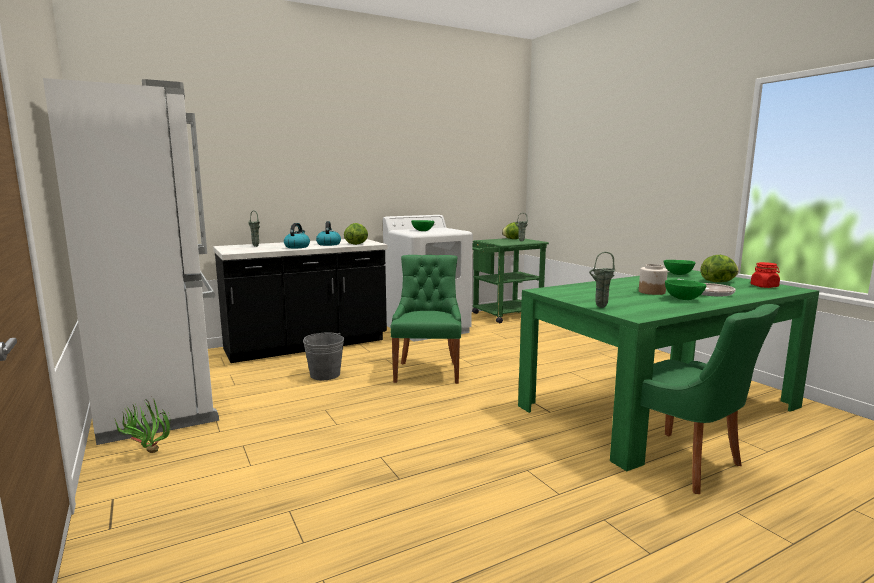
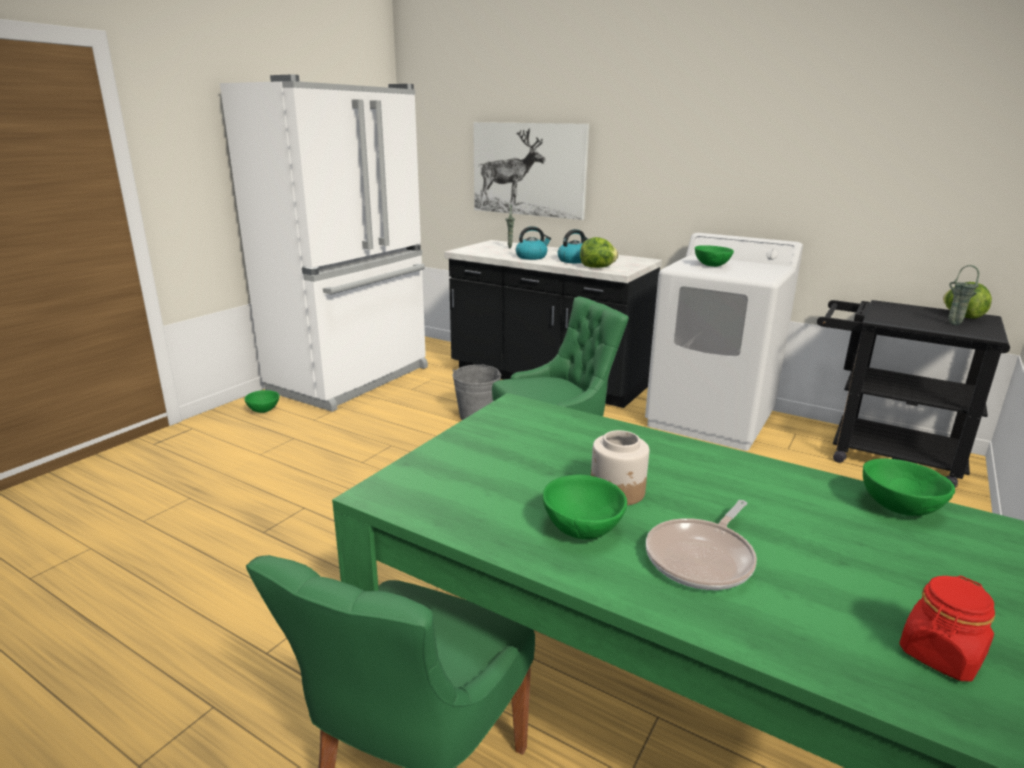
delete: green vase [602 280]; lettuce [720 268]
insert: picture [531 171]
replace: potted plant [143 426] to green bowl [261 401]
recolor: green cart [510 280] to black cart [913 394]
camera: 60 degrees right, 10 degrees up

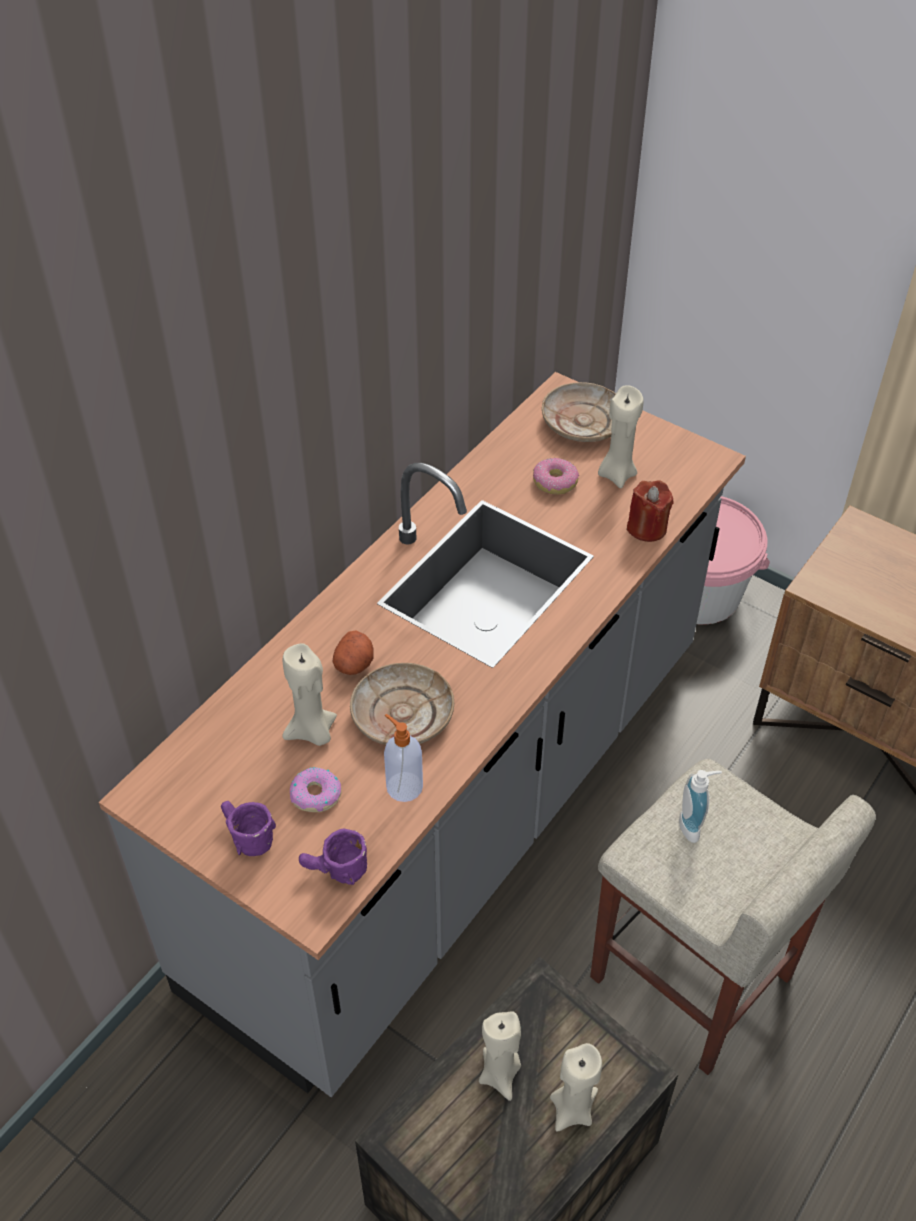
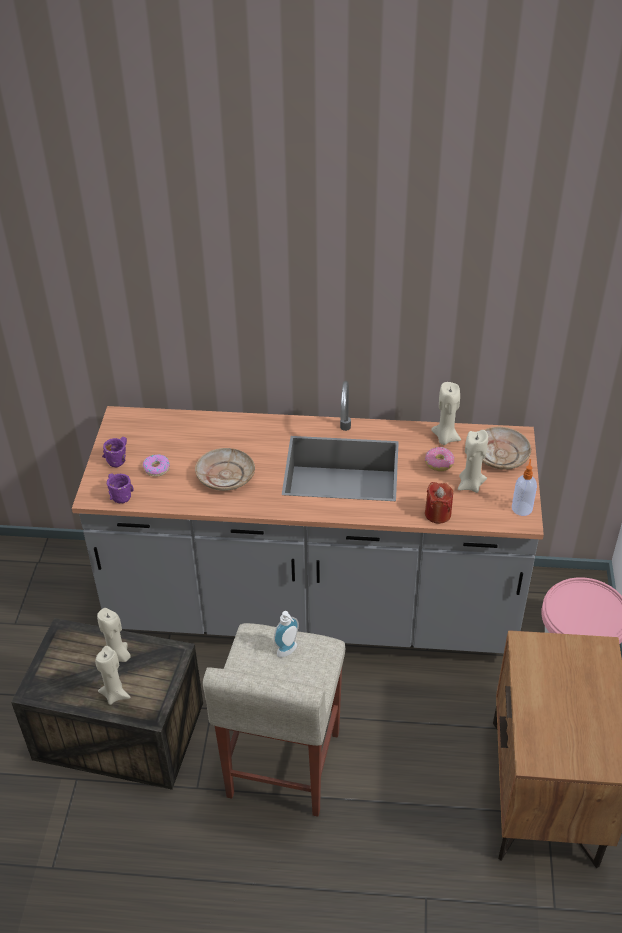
delete: potato [352 653]
move: beige candle [310 694] to [446 413]; soap dispenser [403 758] to [524 487]
camera: 60 degrees right, 5 degrees down

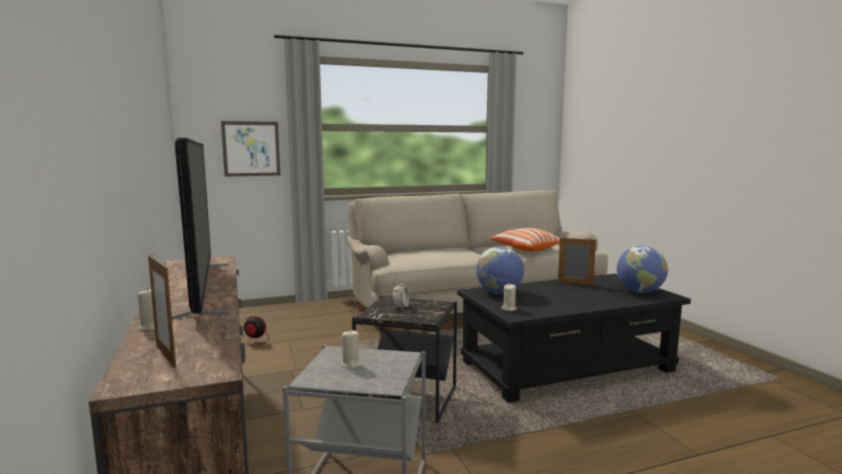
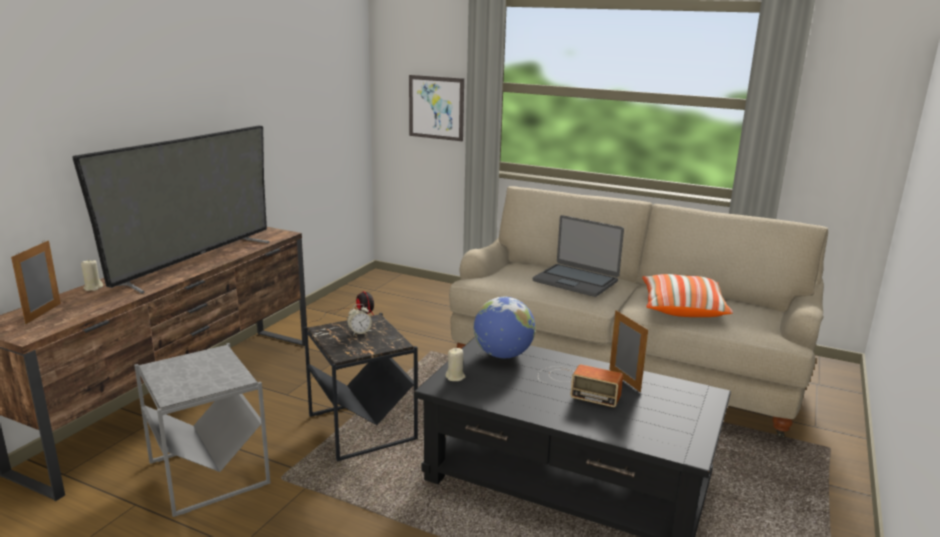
delete: beige candle [351 348]; globe [642 269]
insert: laptop [578 256]; radio [580 385]
camera: 45 degrees right, 10 degrees up

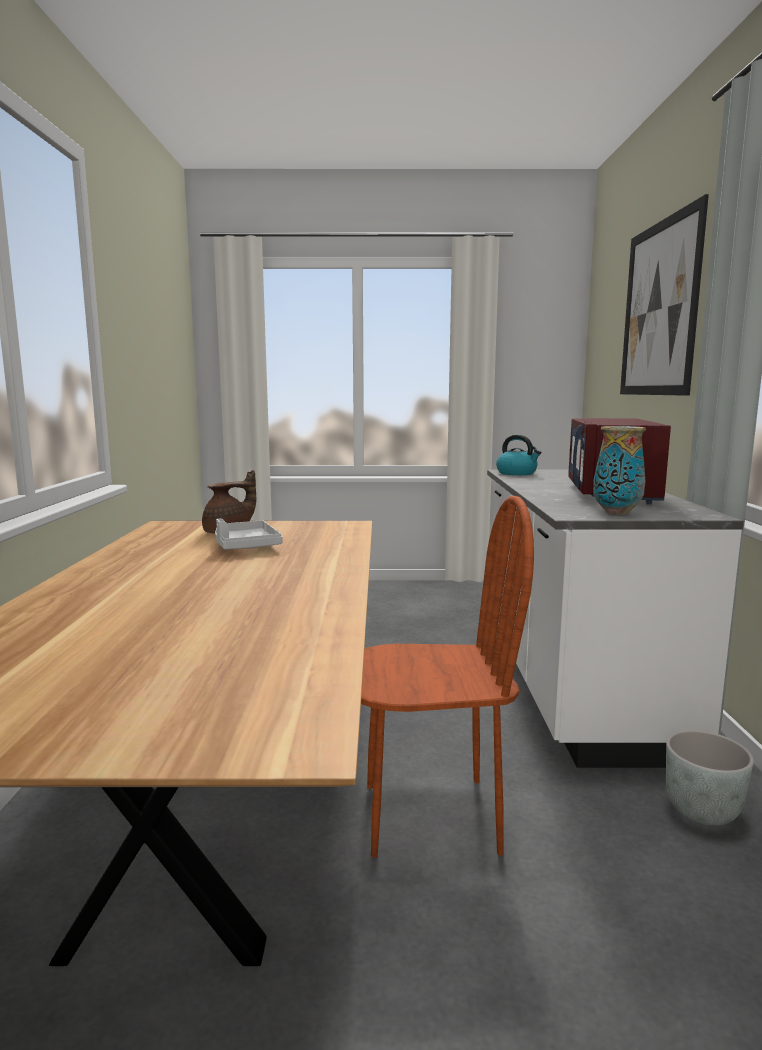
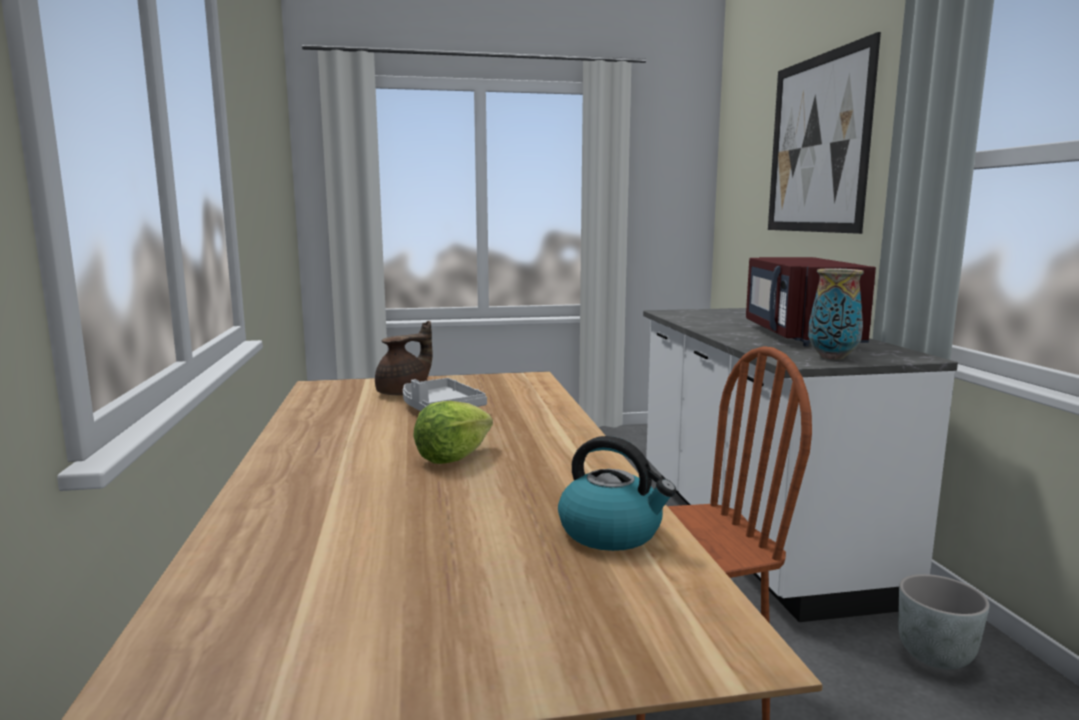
insert: lettuce [453 432]
move: kettle [519 455] to [617 493]
camera: 10 degrees left, 0 degrees up

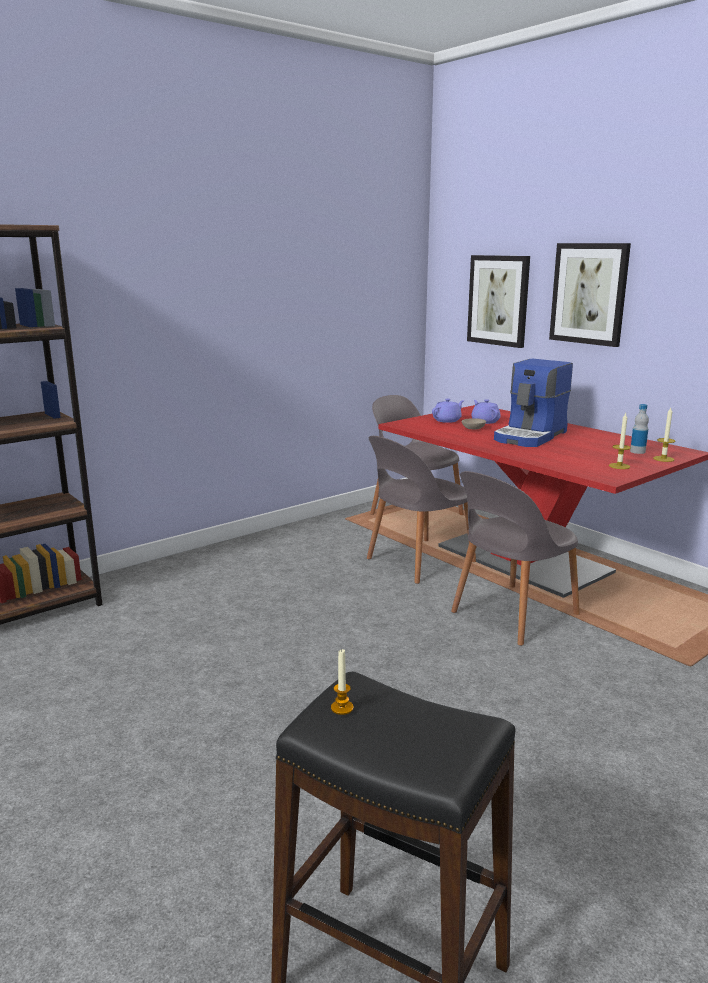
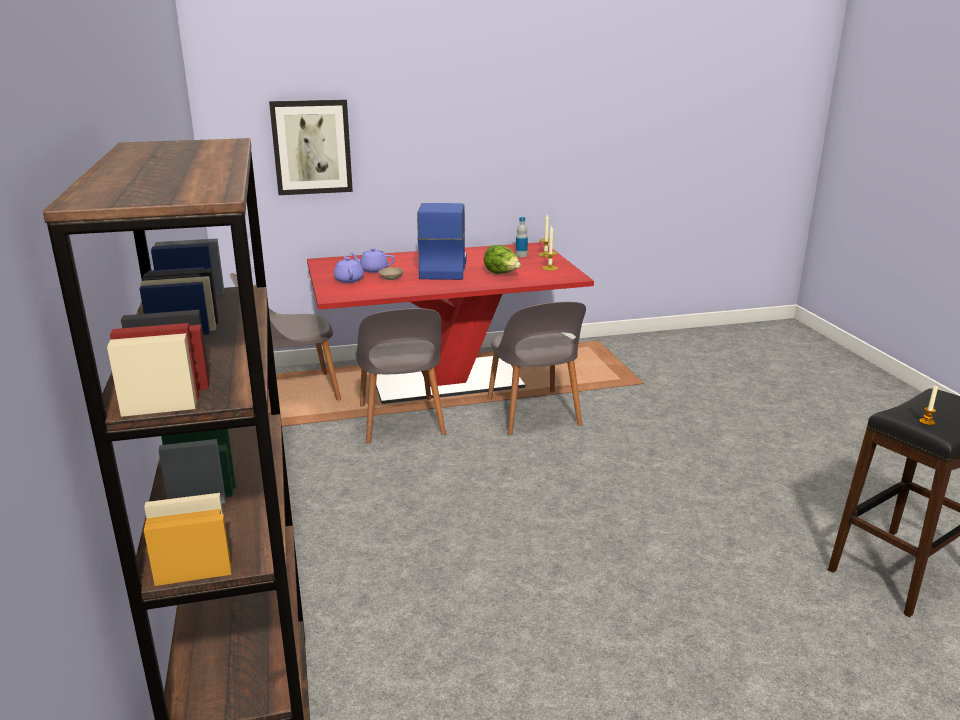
delete: picture [590 295]
insert: lettuce [502 259]
rotate: coffee machine [533 403] = [442 241] 150 degrees counterclockwise
camera: 65 degrees left, 5 degrees up

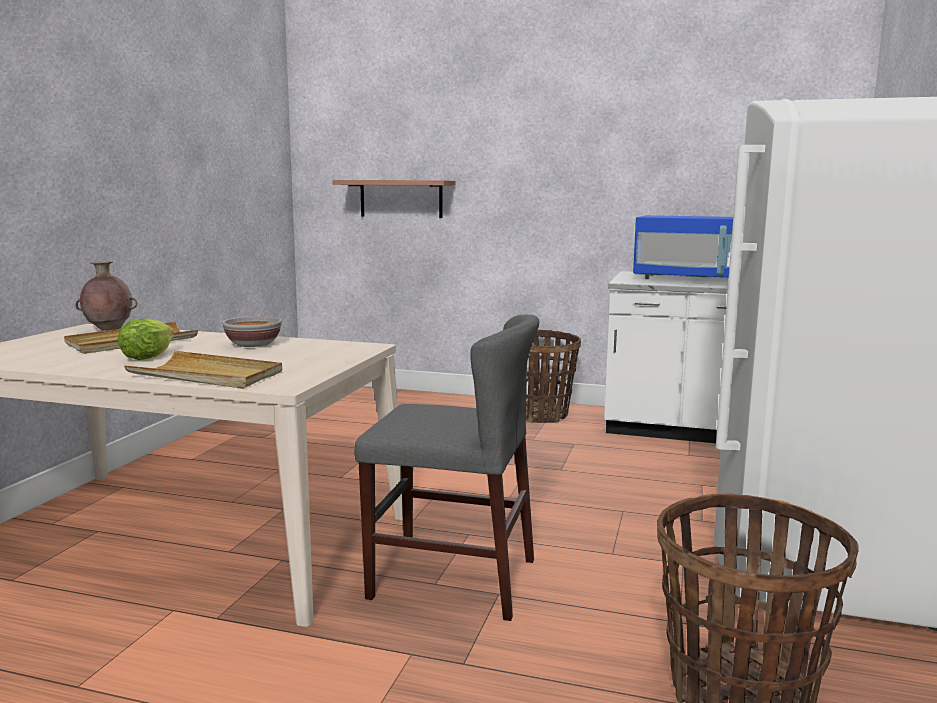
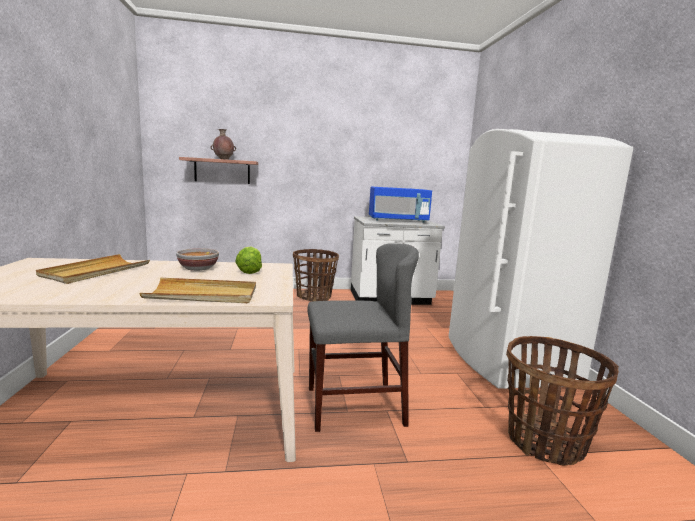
move: brown vase [106 296] to [223 144]; lettuce [146 339] to [248 260]
camera: 25 degrees left, 0 degrees up

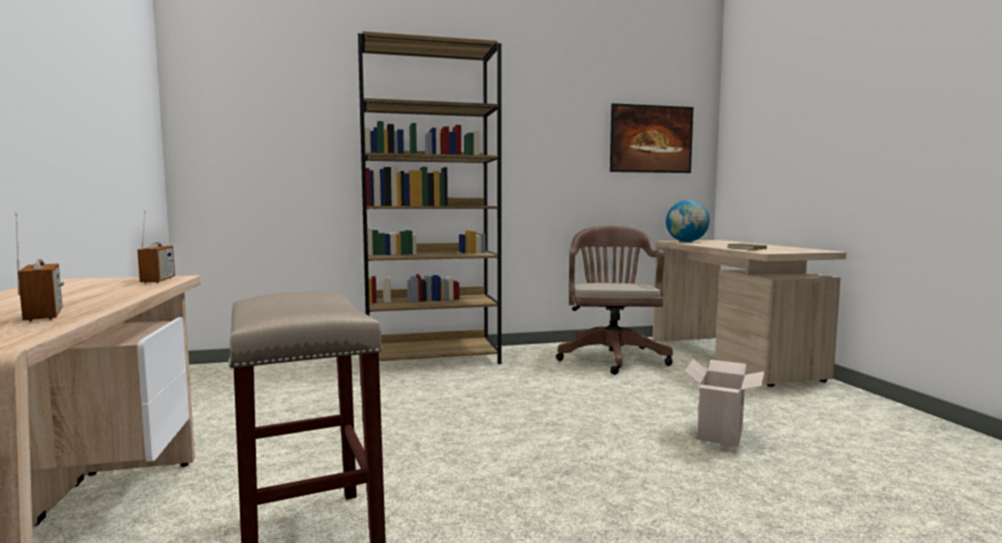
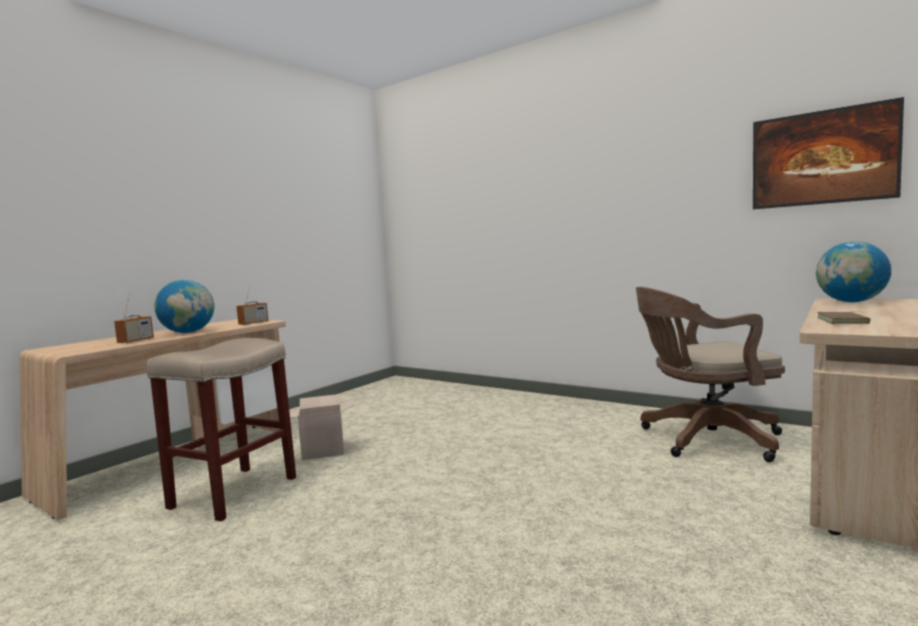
delete: brown bookcase [429 197]
insert: globe [184 306]
move: cardboard box [724 403] to [321 427]
rotate: brown office chair [614 300] = [710 374] 150 degrees counterclockwise
camera: 50 degrees right, 0 degrees up

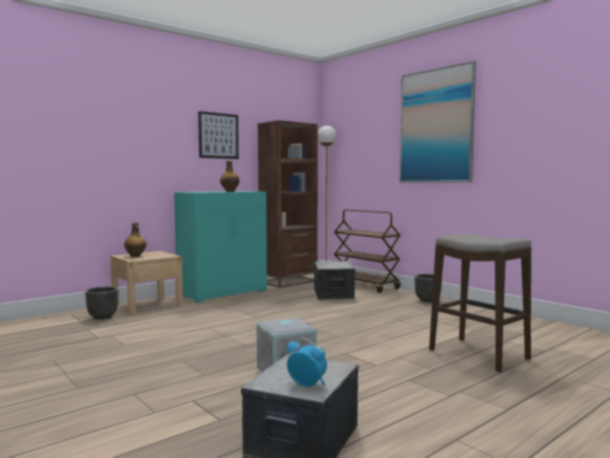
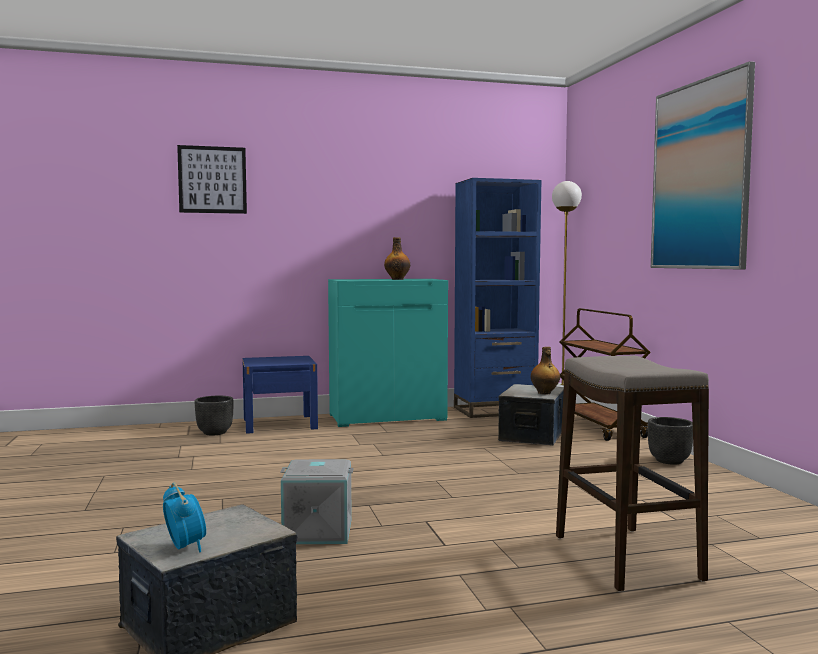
move: bottle [135 239] to [545 370]; picture [218 135] to [212 179]
recolor: beige nightstand [146 283] to blue nightstand [280 395]; brown bookcase [288 204] to blue bookcase [497 298]
camera: 25 degrees right, 0 degrees up

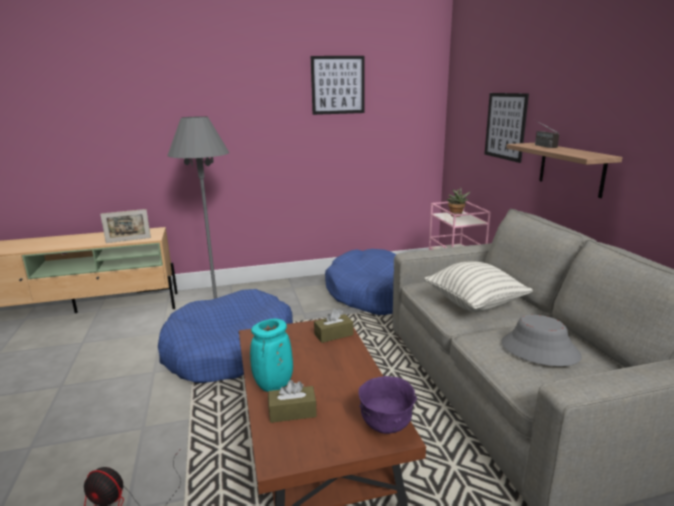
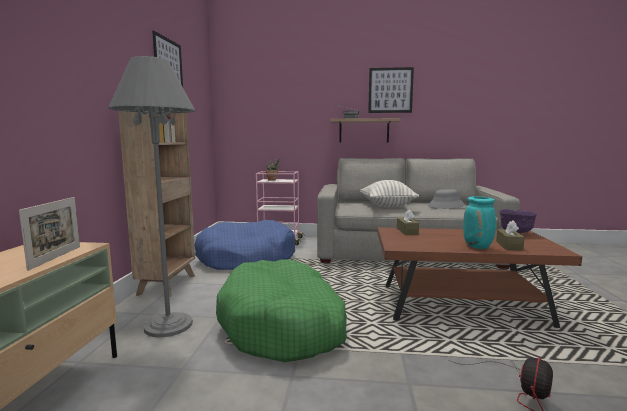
insert: brown bookcase [156 204]
move: picture [507 128] to [391 90]
recolor: blue dog bed [225 336] to green dog bed [281 310]
camera: 70 degrees left, 10 degrees down

